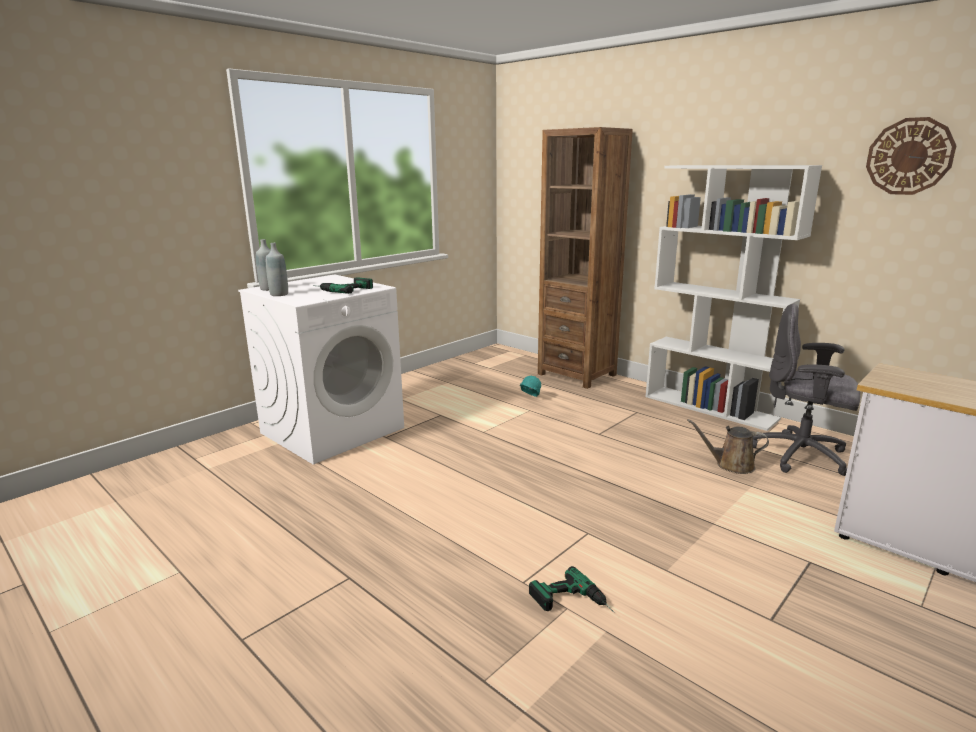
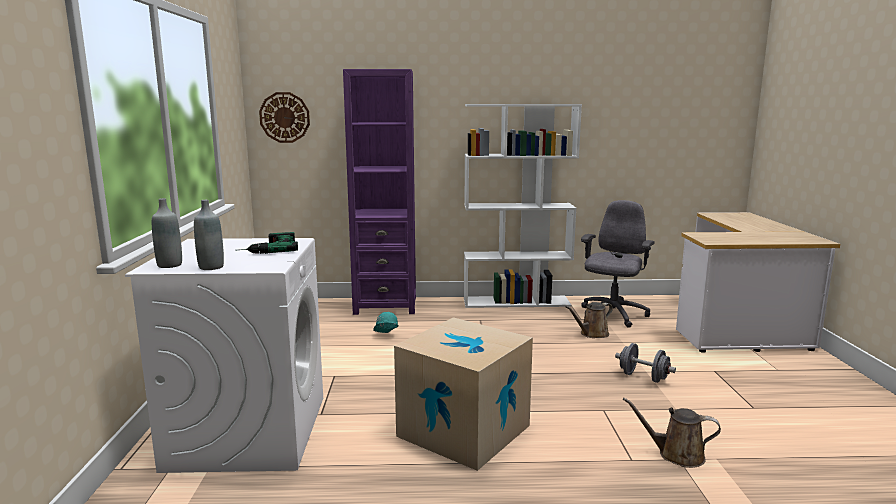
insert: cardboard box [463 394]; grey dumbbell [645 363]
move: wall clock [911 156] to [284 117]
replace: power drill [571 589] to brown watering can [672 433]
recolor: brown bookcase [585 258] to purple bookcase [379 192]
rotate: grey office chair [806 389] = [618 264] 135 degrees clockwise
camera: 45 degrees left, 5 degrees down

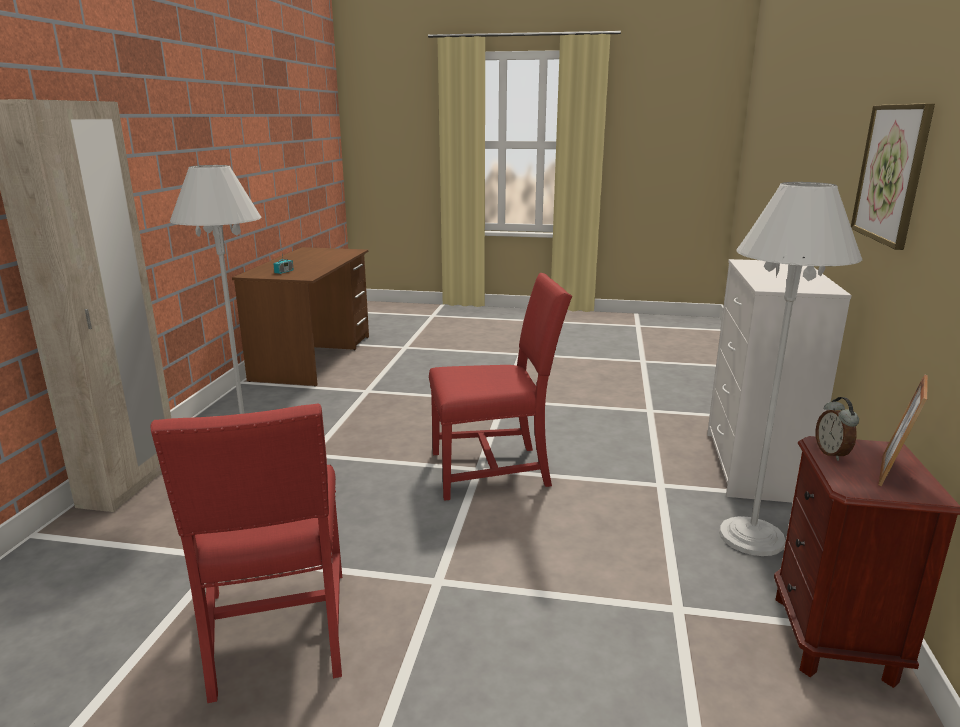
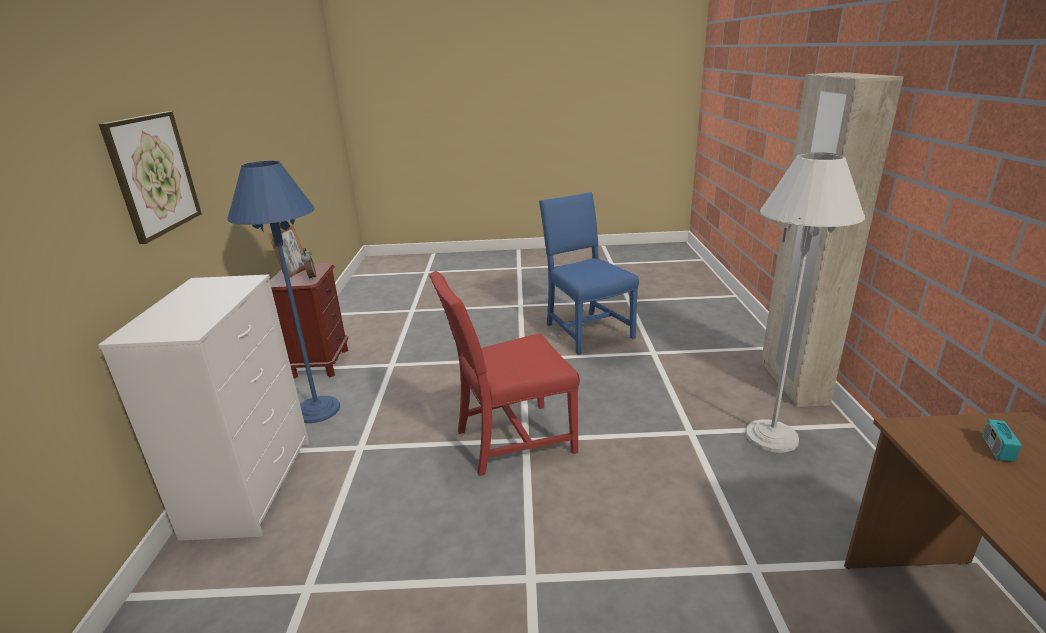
recolor: red chair [246 553] to blue chair [589 273]; white floor lamp [790 369] to blue floor lamp [283 292]
camera: 170 degrees right, 5 degrees up

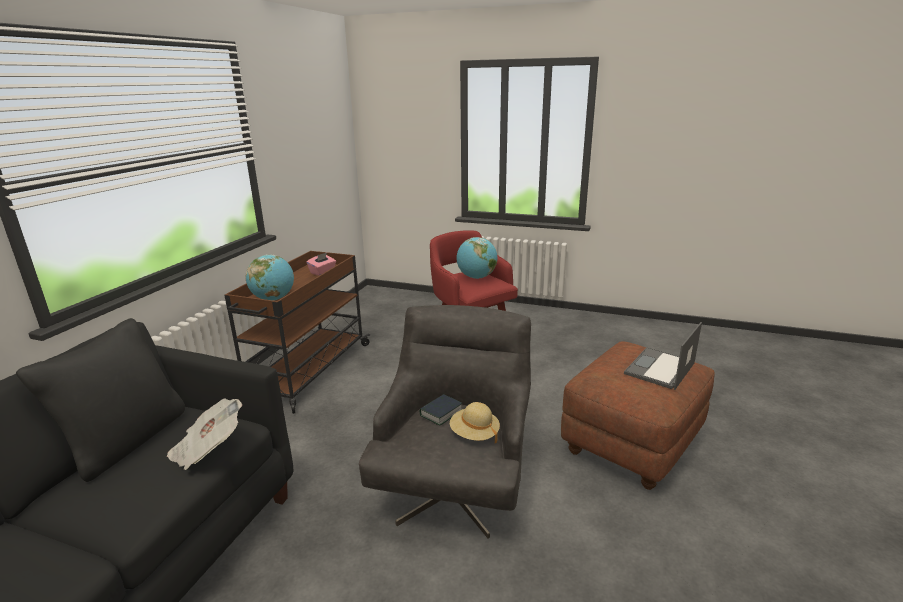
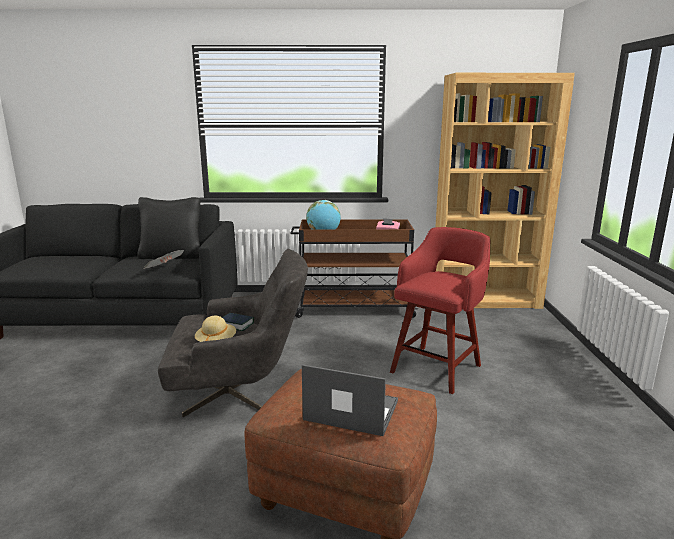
delete: globe [477 258]
insert: brown bookcase [505 191]
camera: 70 degrees right, 5 degrees down

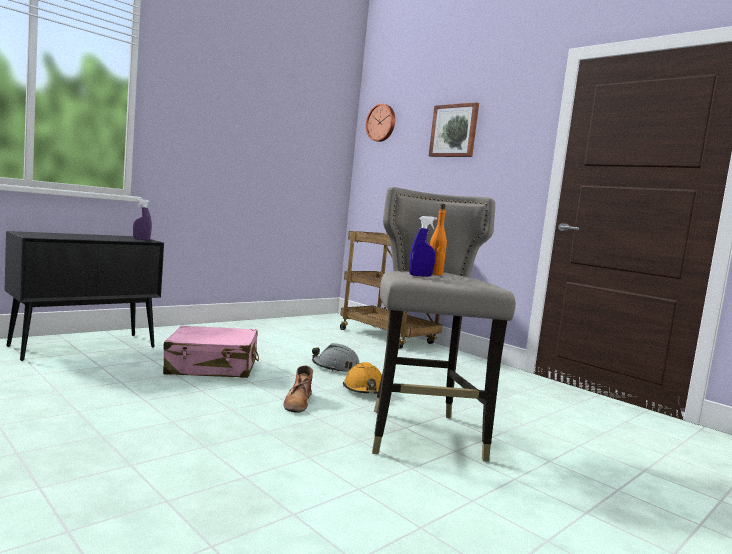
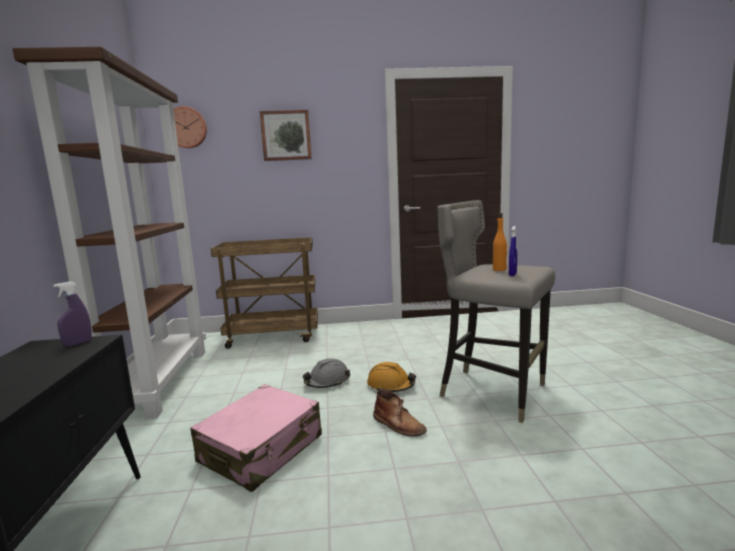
insert: brown bookcase [109 233]
camera: 50 degrees left, 5 degrees up

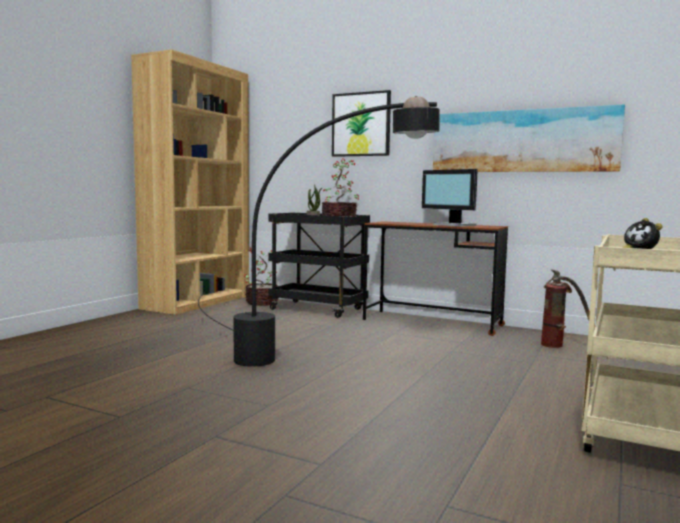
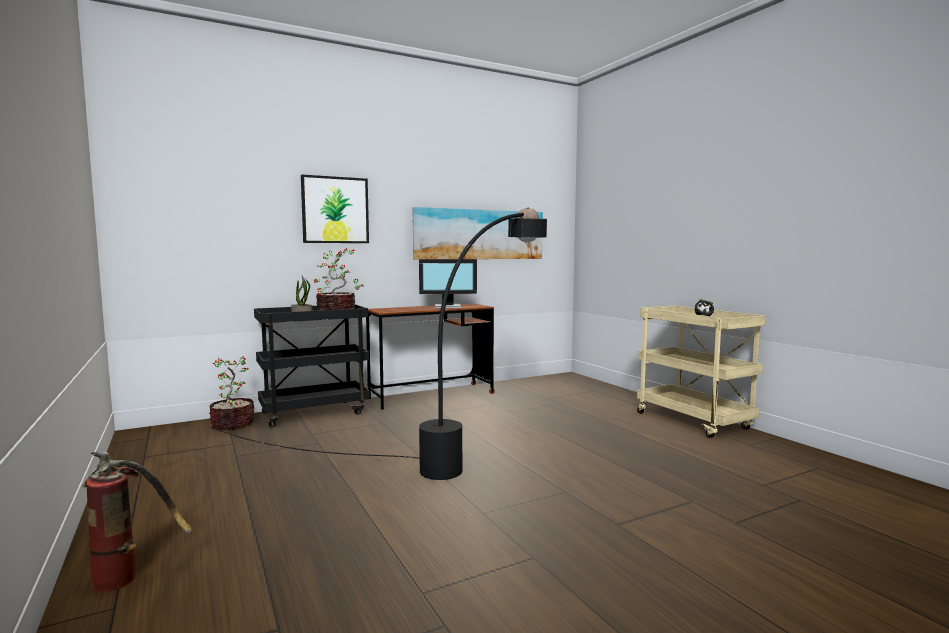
delete: brown bookcase [190 182]
move: fire extinguisher [568 309] to [137 522]
camera: 55 degrees left, 0 degrees up

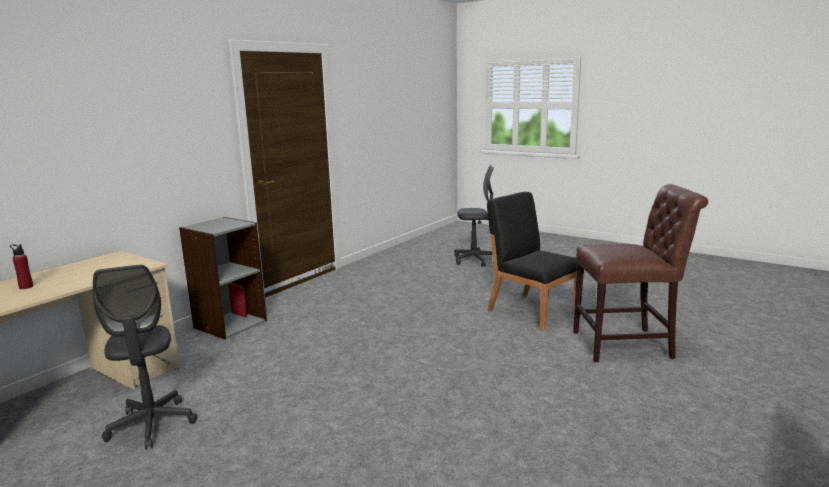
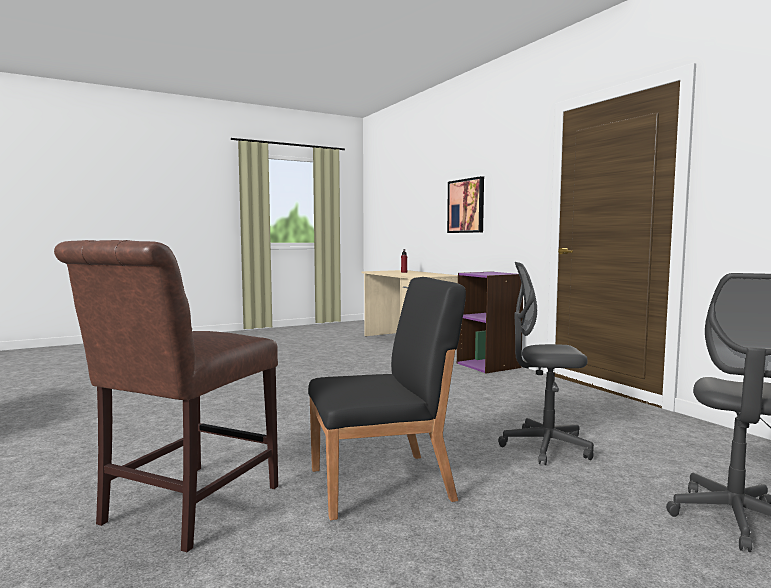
insert: picture [465 204]
move: grey office chair [145 357] to [546 363]
recolor: grey bookcase [223 278] to purple bookcase [490 322]
camera: 115 degrees right, 10 degrees down

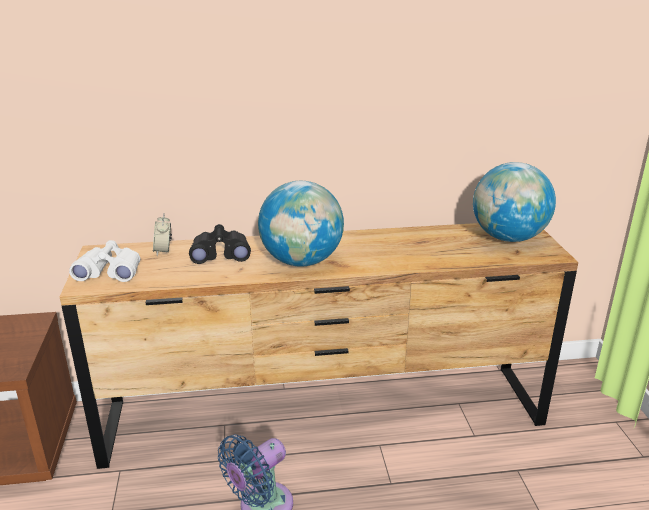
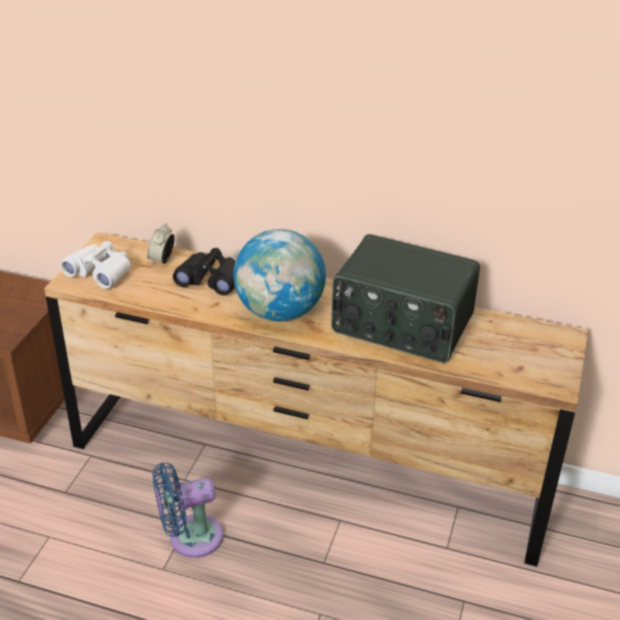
delete: globe [514 202]
insert: radio [405 298]
camera: 25 degrees right, 10 degrees up

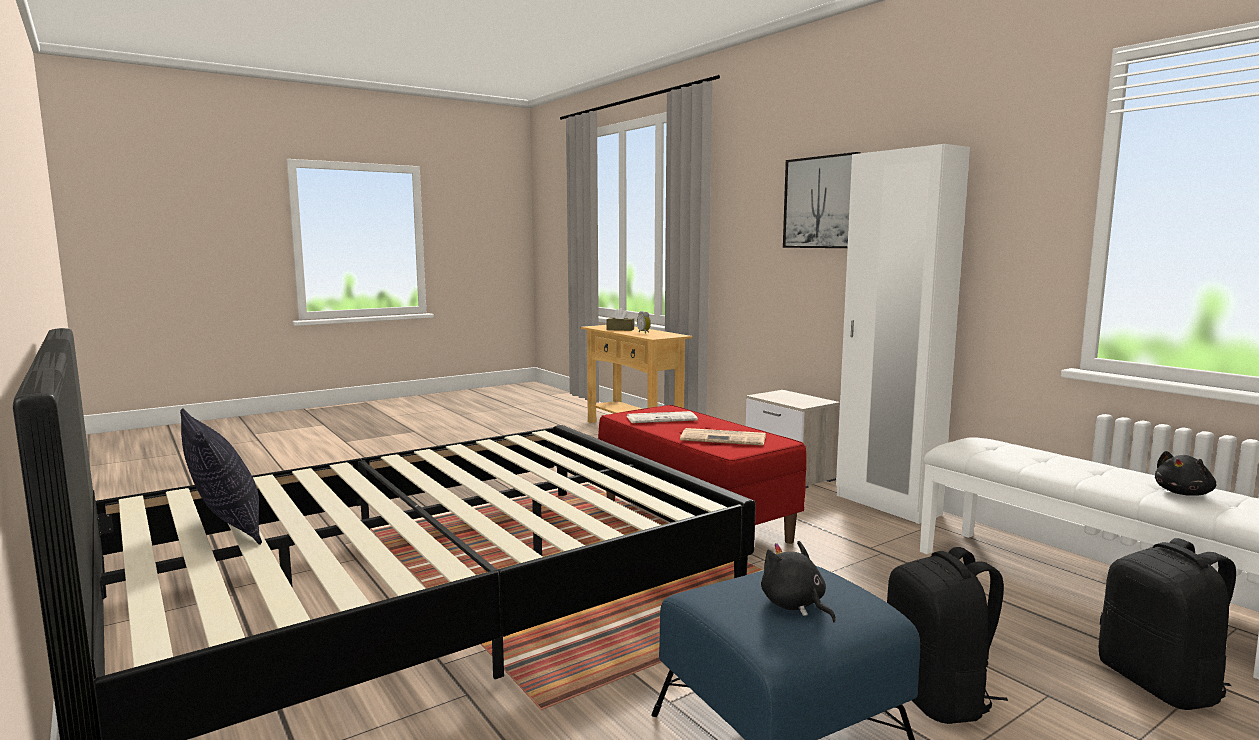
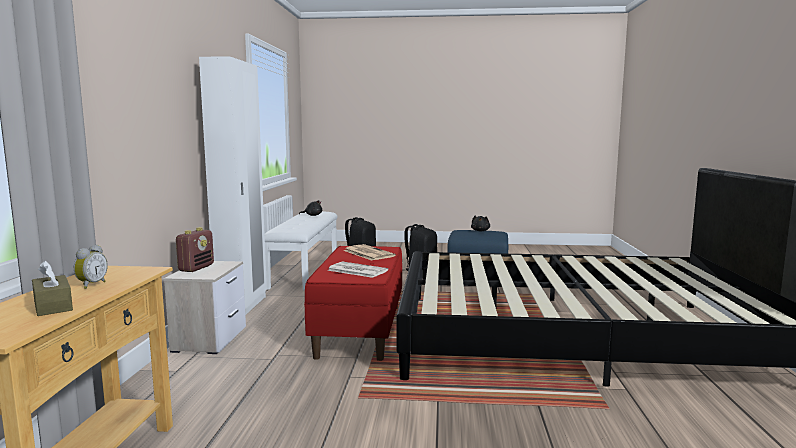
delete: pillow [221 477]; picture [822 200]
insert: radio [195 249]
camera: 140 degrees left, 0 degrees up

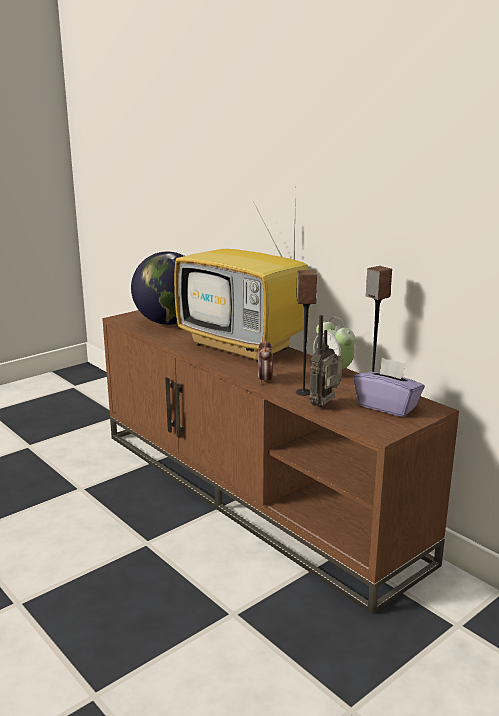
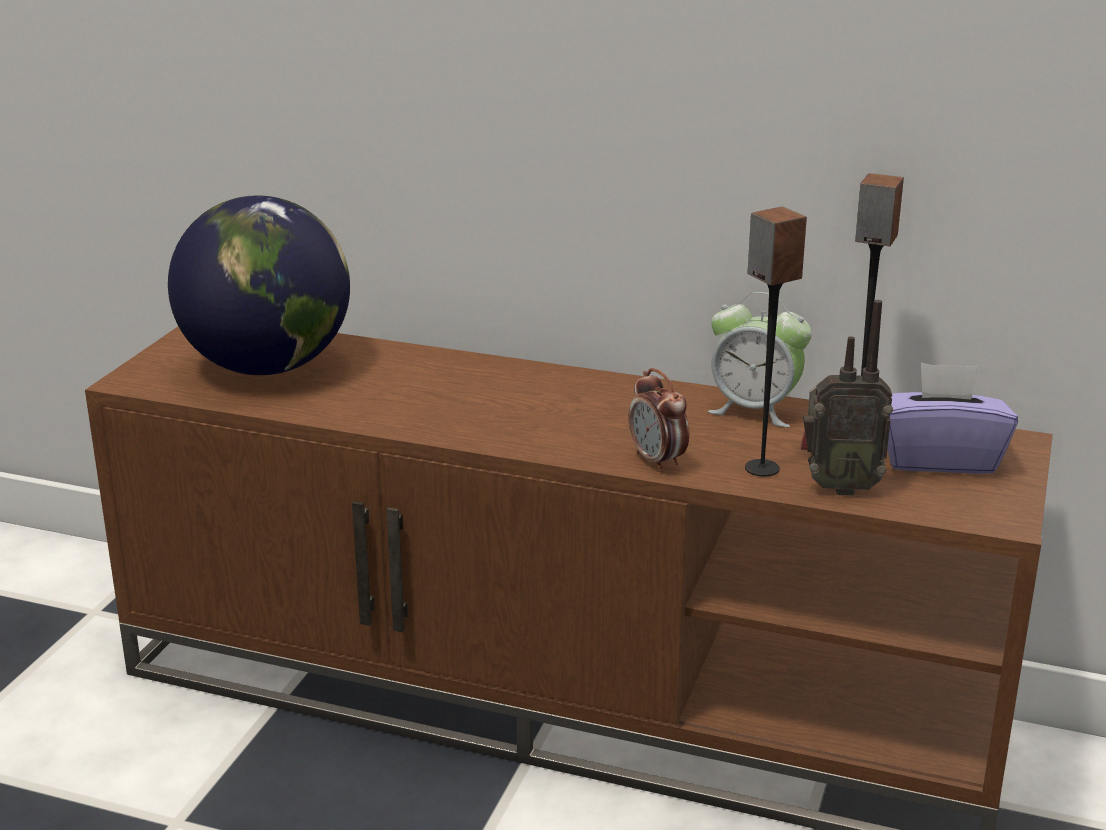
delete: television [241 276]
rotate: radio [325 361] = [847 398] 90 degrees counterclockwise
camera: 30 degrees left, 5 degrees up

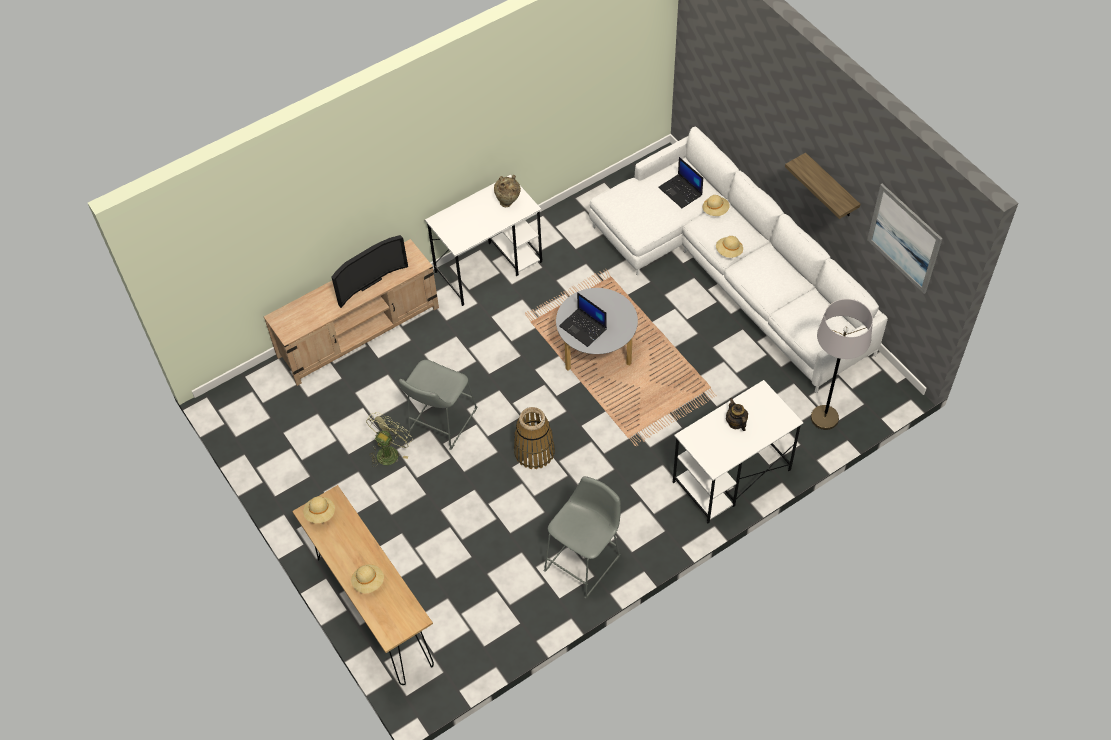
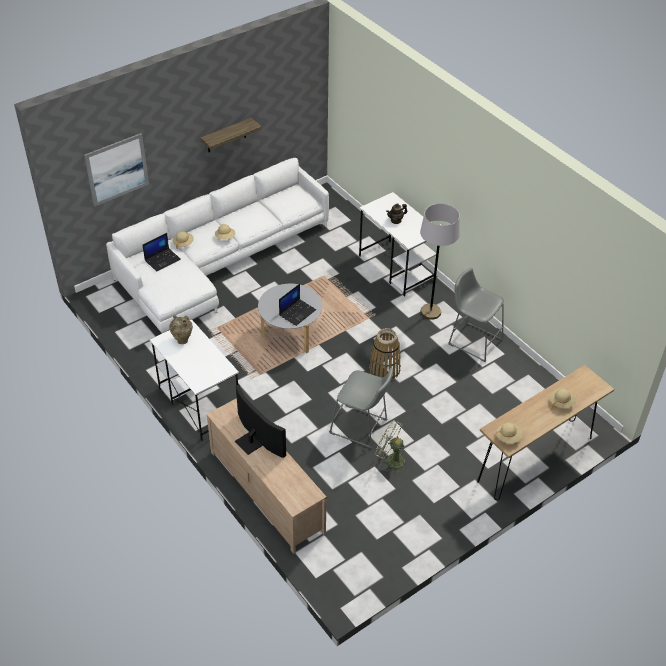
move: grey floor lamp [842 364] to [440 261]; picture [904 239] to [116 169]
camera: 95 degrees left, 10 degrees down

